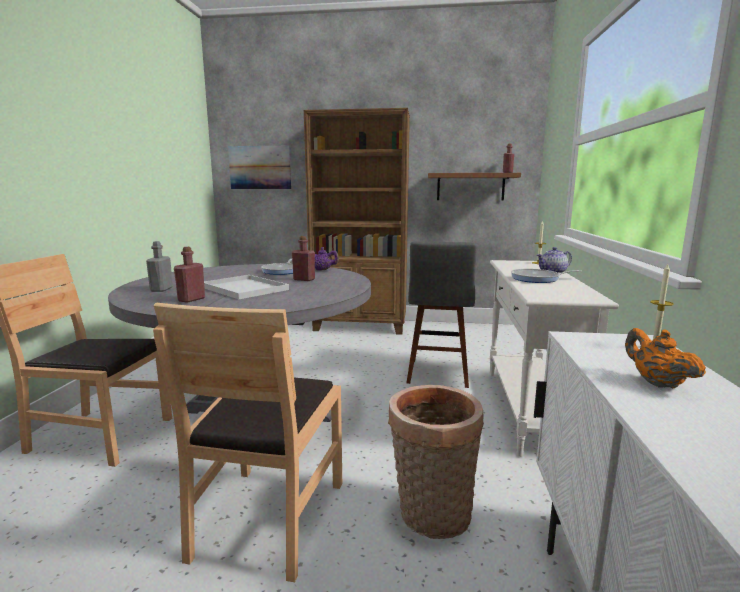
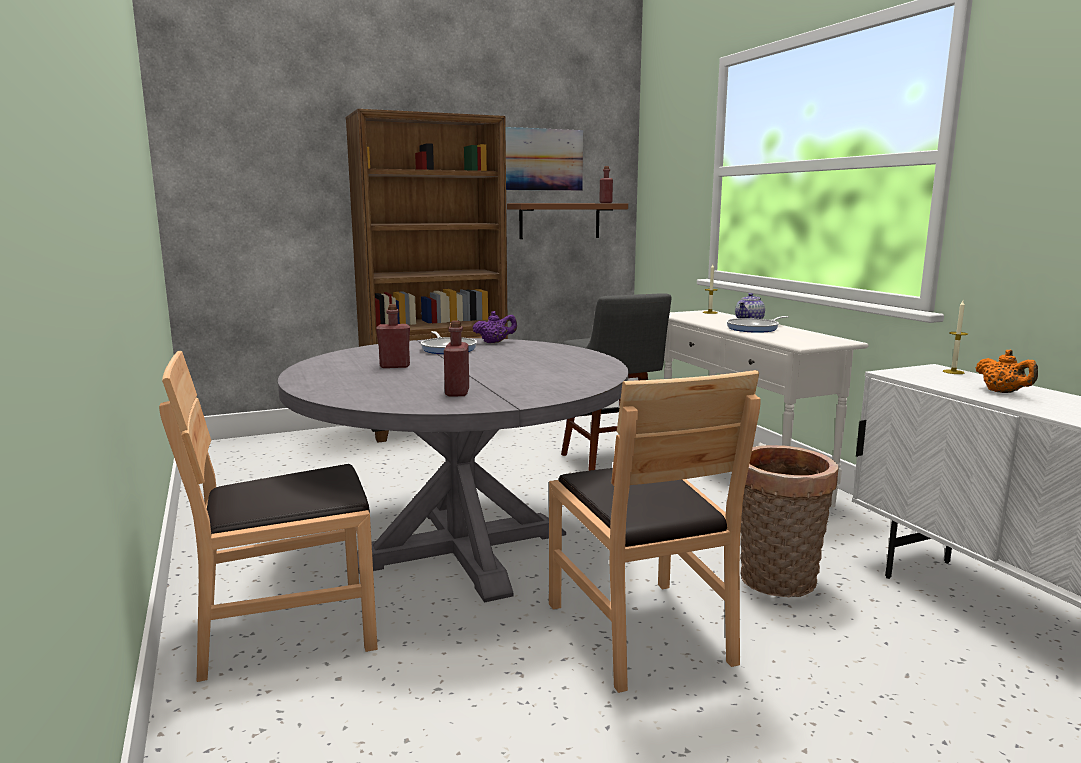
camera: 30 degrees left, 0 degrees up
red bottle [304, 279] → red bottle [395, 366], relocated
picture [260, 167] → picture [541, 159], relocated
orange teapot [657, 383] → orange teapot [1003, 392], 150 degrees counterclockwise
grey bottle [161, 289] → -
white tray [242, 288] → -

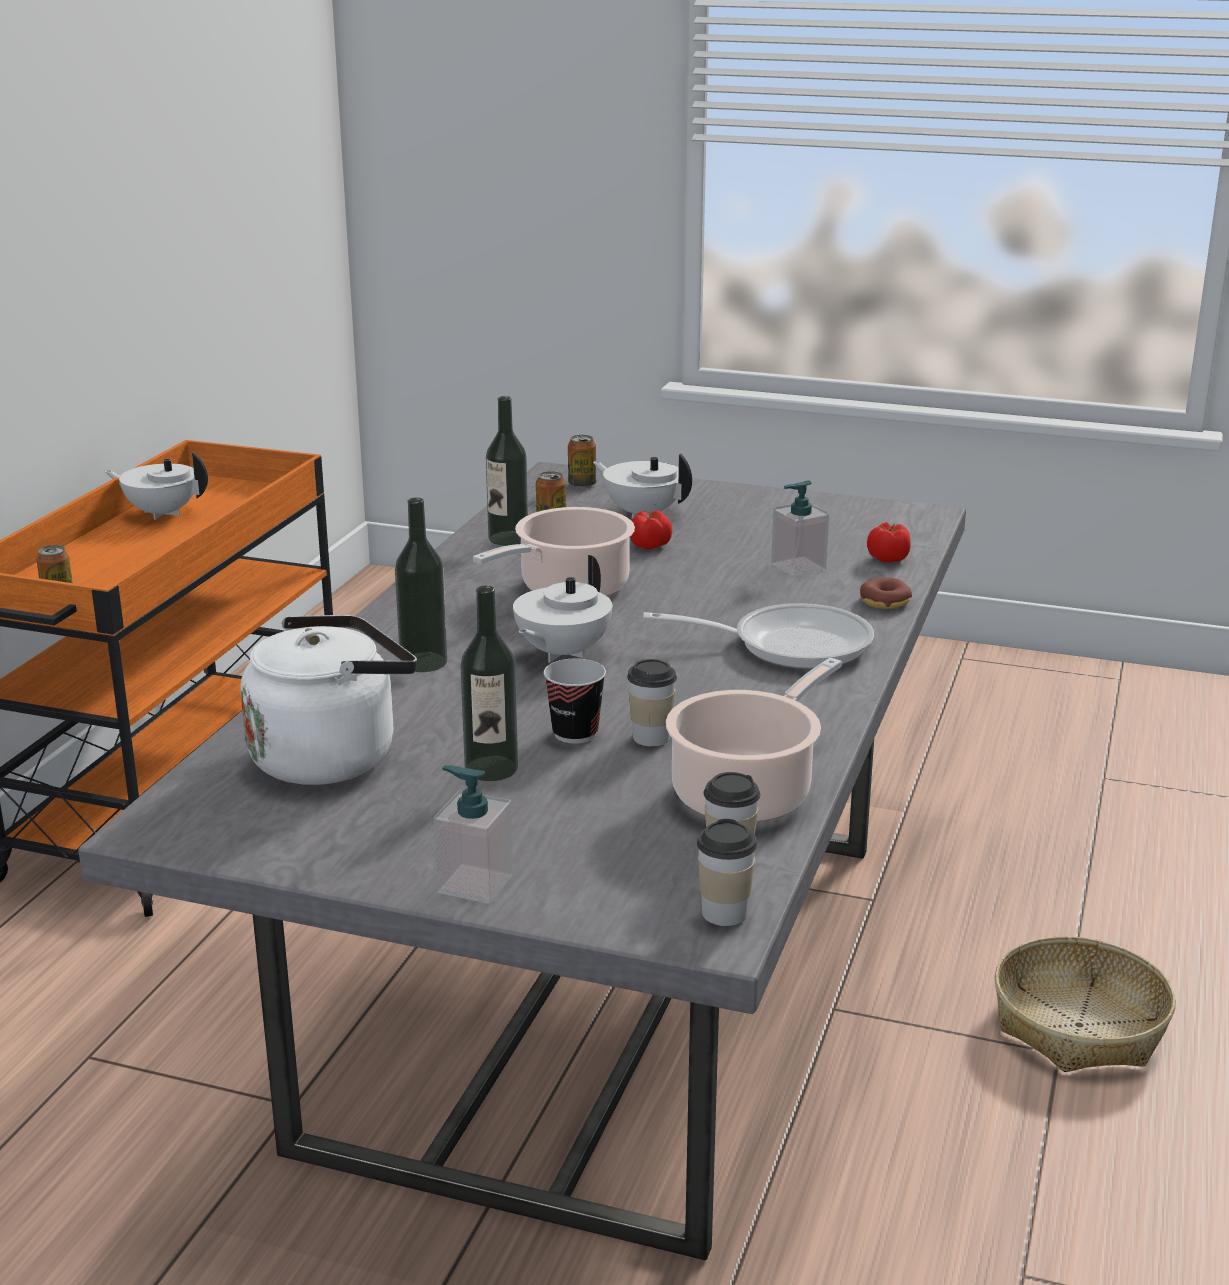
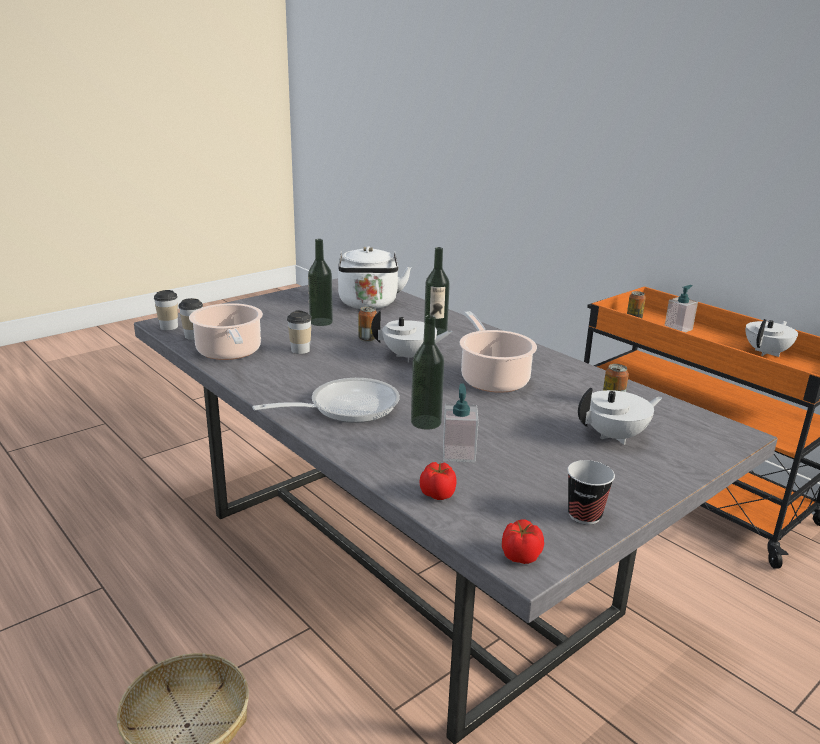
camera: 120 degrees right, 0 degrees up
frying pan [788, 645] → frying pan [346, 407], 150 degrees counterclockwise
can [582, 485] → can [367, 339], relocated
white teapot [561, 653] → white teapot [410, 357], 120 degrees clockwise
bottle [508, 538] → bottle [426, 422], relocated
tomato [651, 546] → tomato [520, 556], relocated
cup [575, 733] → cup [584, 515], relocated
soap dispenser [475, 884] → soap dispenser [678, 329], relocated
donut [885, 602] → -

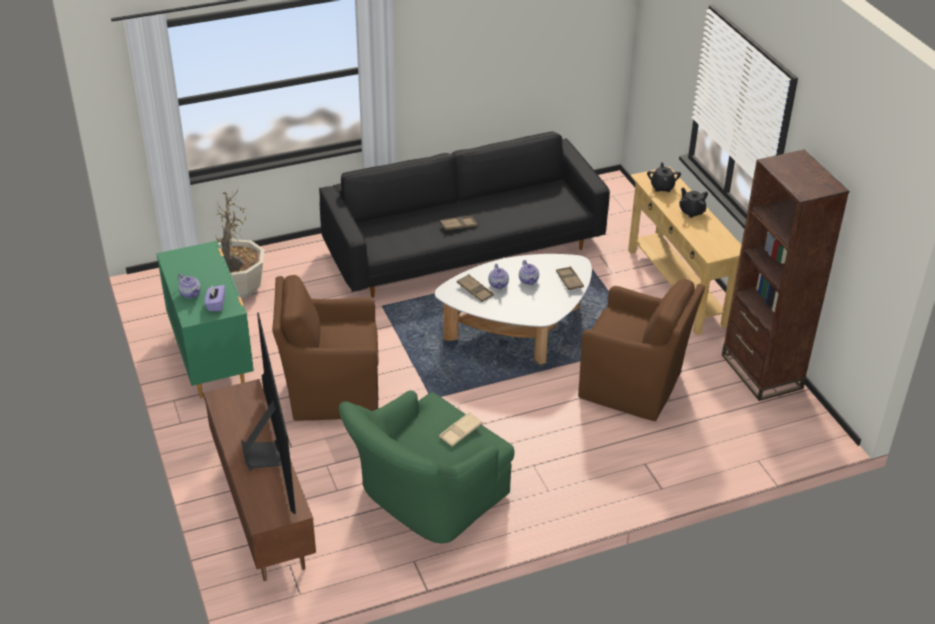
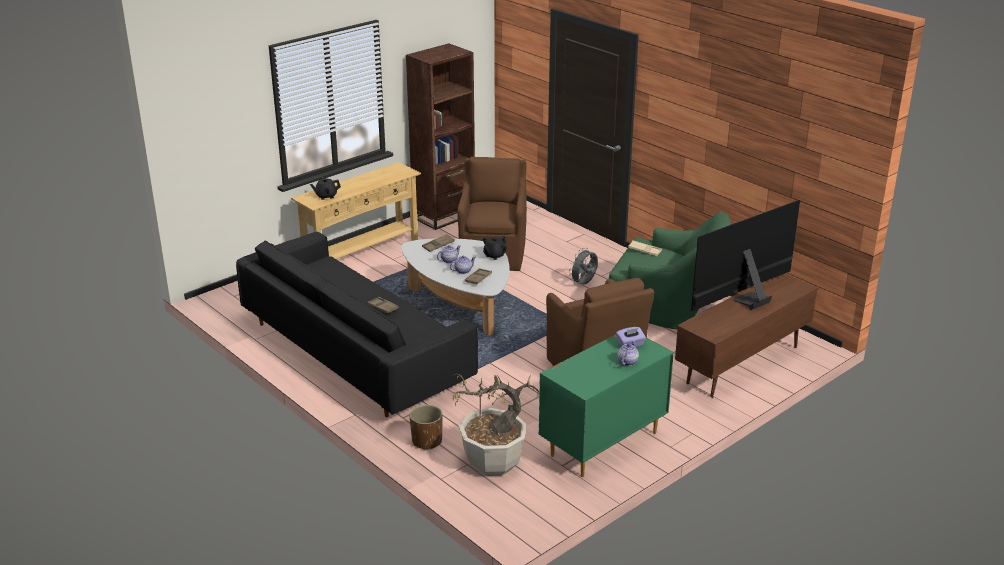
camera: 110 degrees left, 10 degrees down
- → brown planter [426, 441]
black teapot [691, 211] → black teapot [494, 255], relocated
- → grey fan [584, 284]

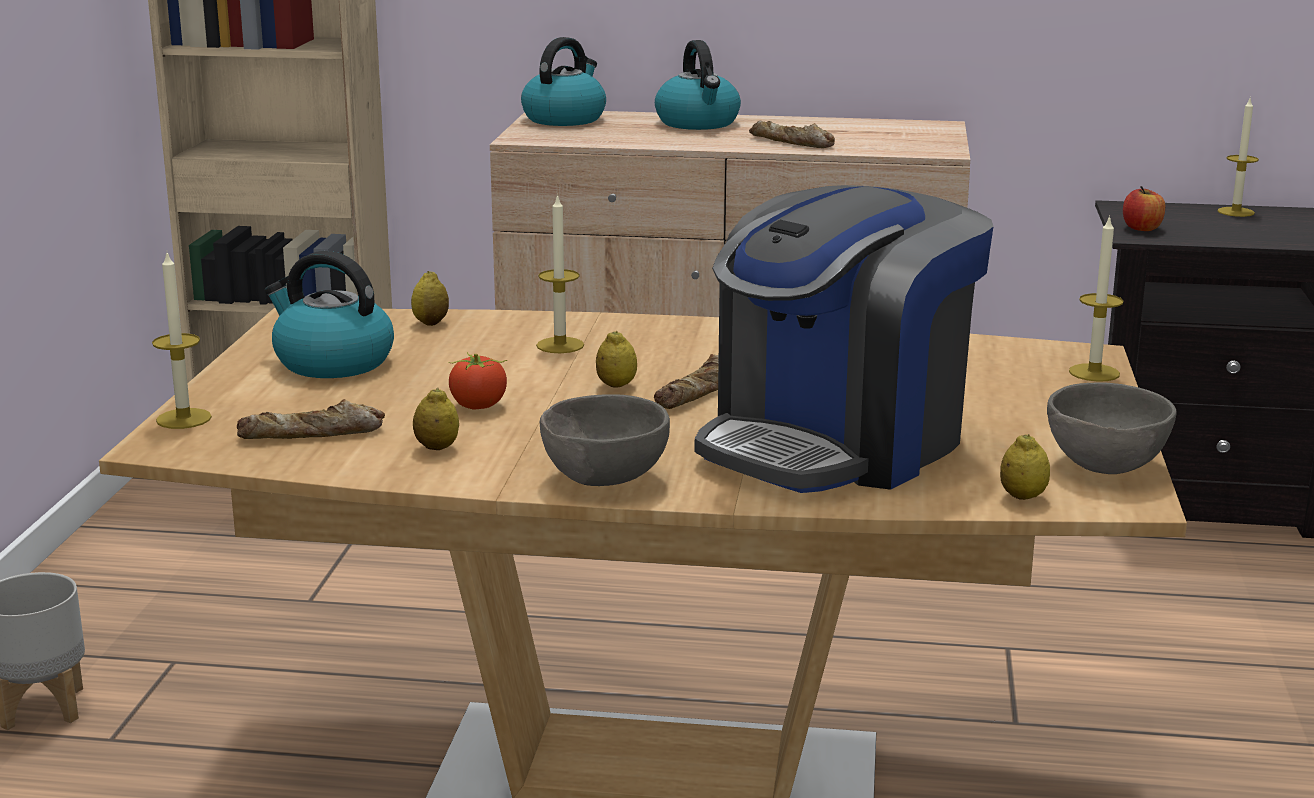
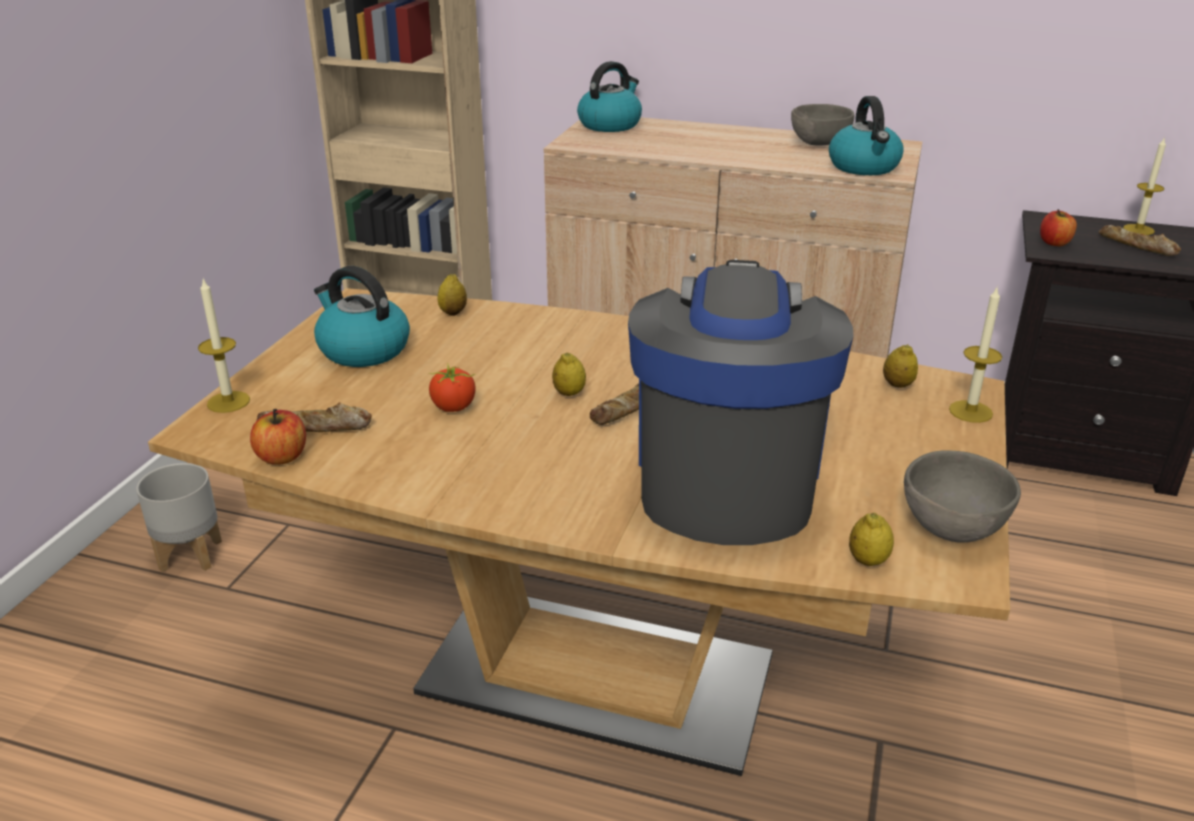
camera: 10 degrees right, 10 degrees up
- → apple [282, 457]
coffee machine [837, 443] → coffee machine [726, 477], 135 degrees clockwise
grey bowl [603, 478] → grey bowl [818, 143], relocated
kettle [698, 123] → kettle [864, 167], relocated
lemon [437, 448] → lemon [897, 385], relocated
bread [791, 142] → bread [1137, 246], relocated
candle [560, 345] → -

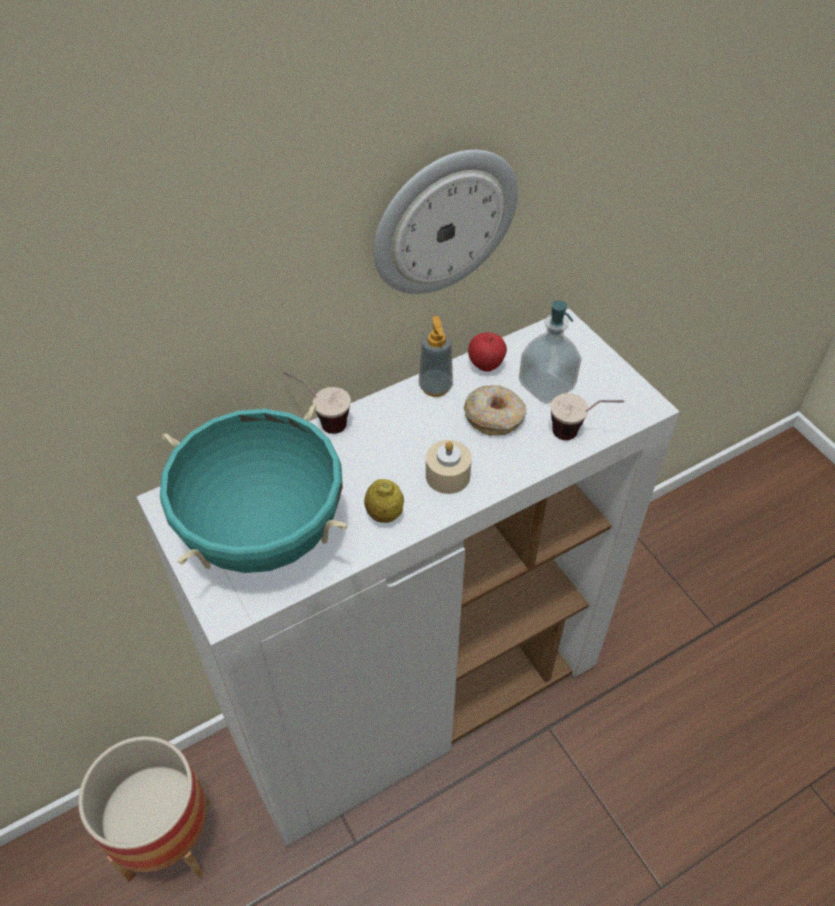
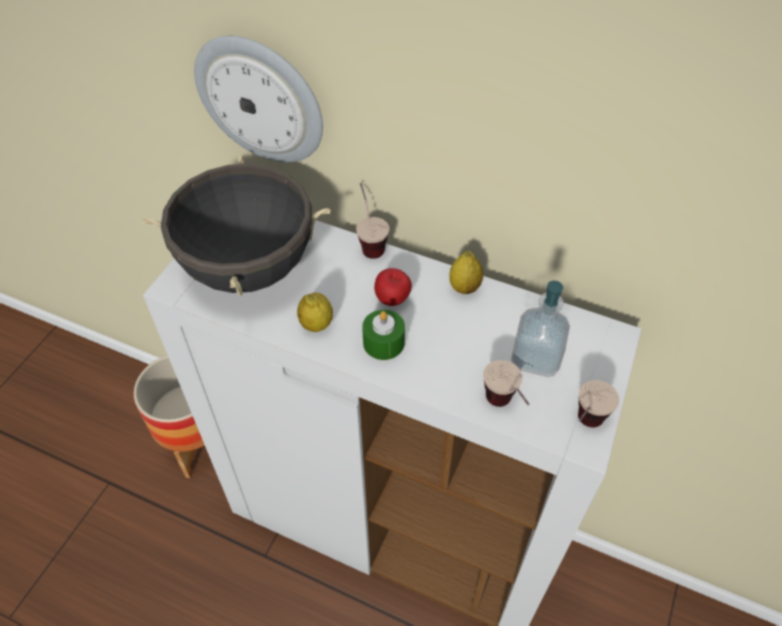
camera: 55 degrees right, 0 degrees up
turquoise cooking pot [263, 532] → black cooking pot [249, 268]
wall clock [443, 221] → wall clock [260, 100], relocated
beige candle [447, 475] → green candle [383, 342]
apple [486, 365] → apple [393, 300], relocated
soap dispenser [435, 386] → lemon [464, 287]
- → cup [583, 428]
donut [494, 417] → -

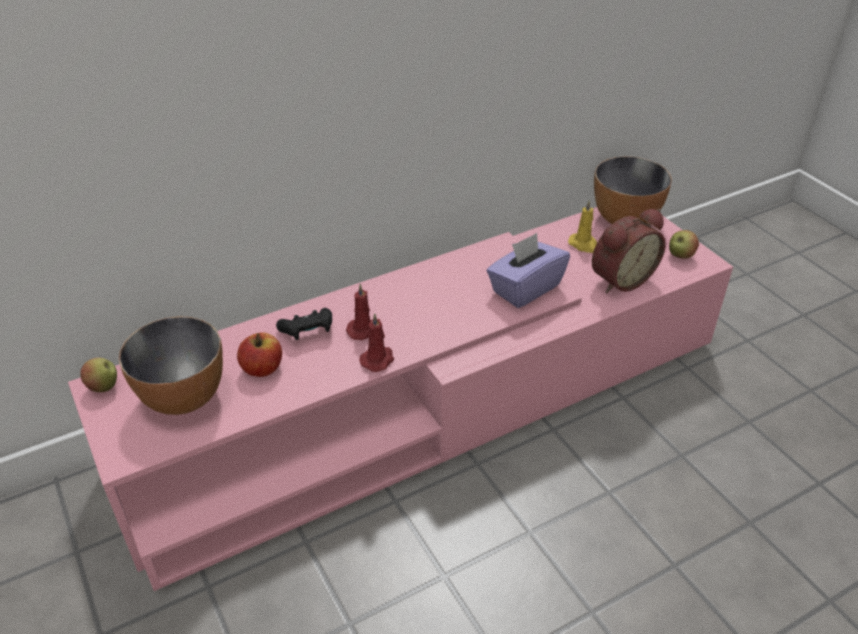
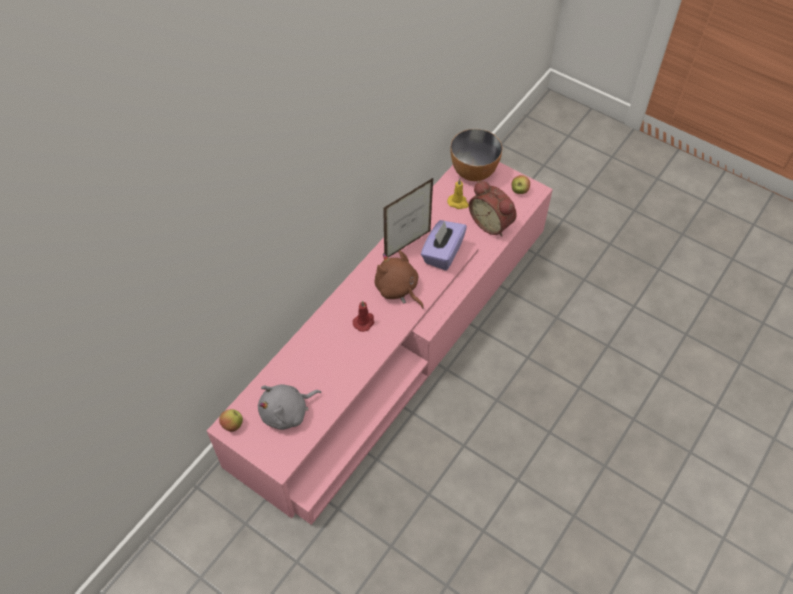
camera: 25 degrees left, 15 degrees up
bowl [183, 398] → grey plush toy [287, 412]
- → brown plush toy [398, 289]
- → picture frame [407, 245]
alarm clock [620, 278] → alarm clock [492, 223], 105 degrees clockwise
apple [262, 368] → -
black game controller [308, 332] → -
red candle [378, 359] → -

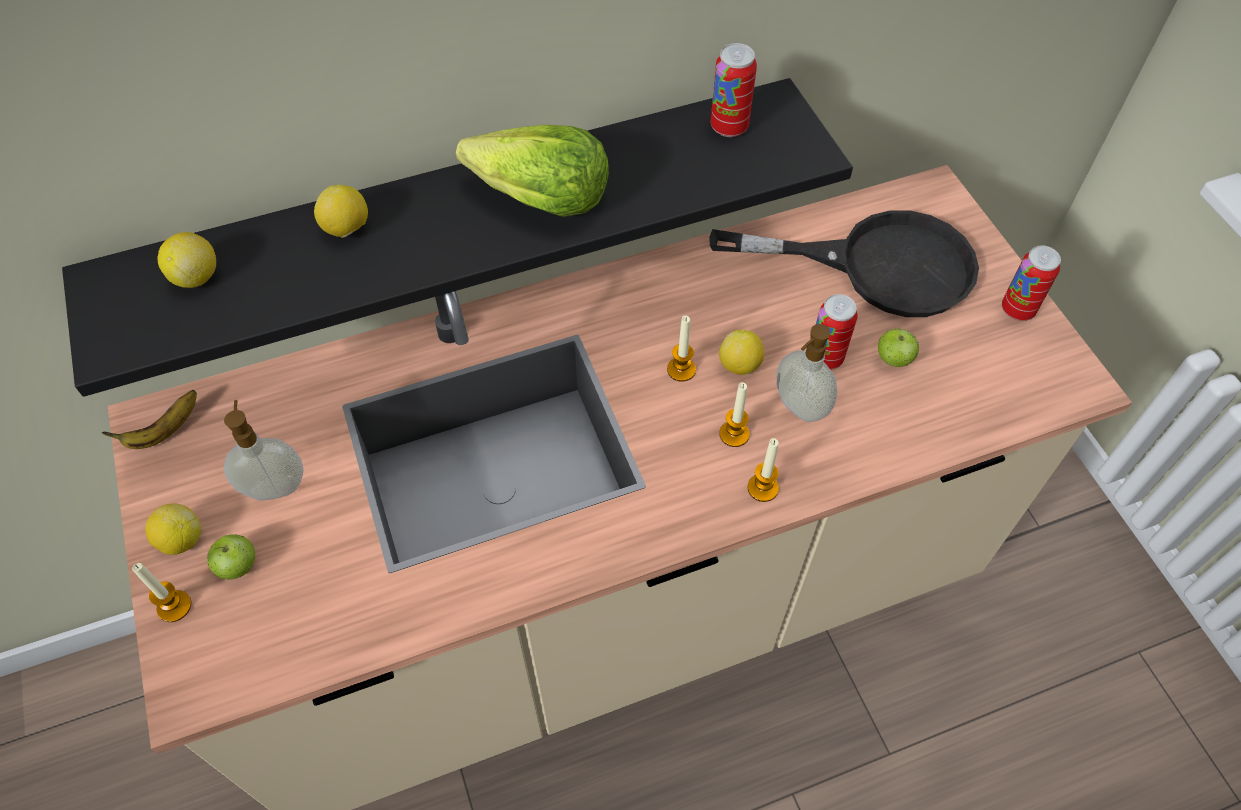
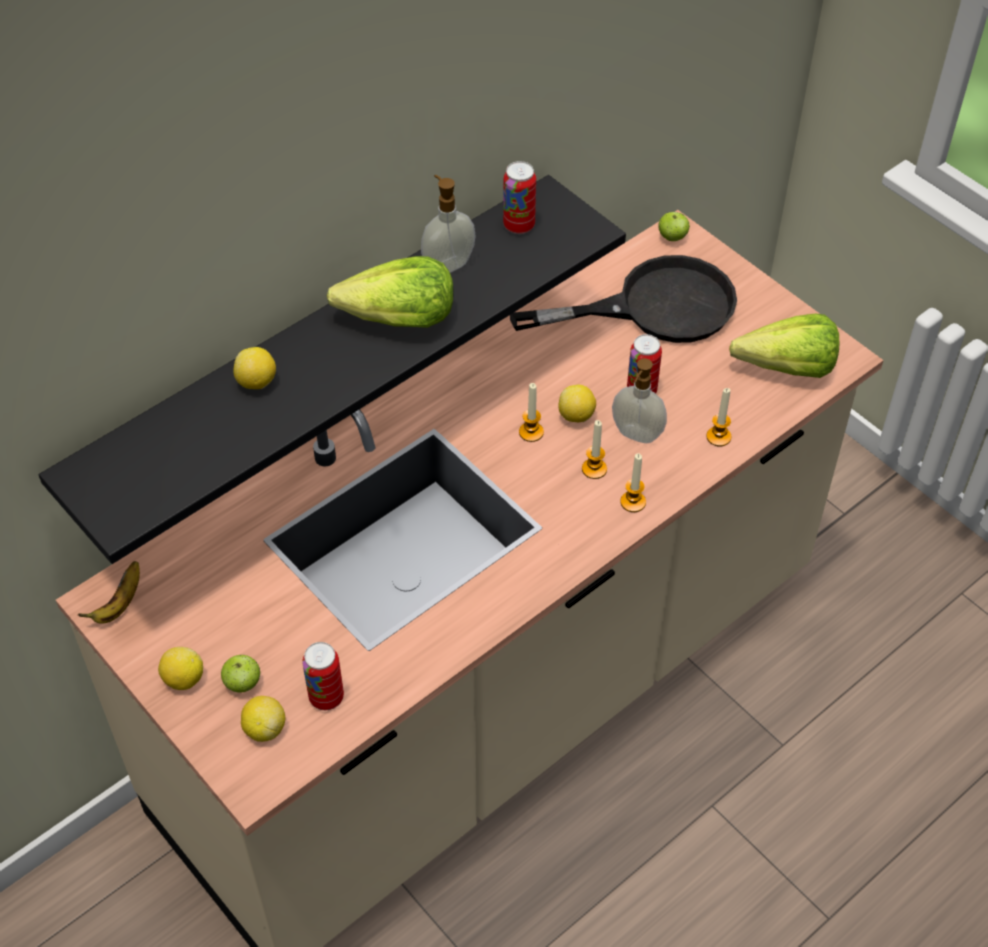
camera: 20 degrees left, 5 degrees down
lemon [196, 276] → lemon [264, 729], relocated
can [1017, 310] → can [326, 697], relocated
soap dispenser [275, 486] → soap dispenser [447, 264], relocated
apple [893, 359] → apple [672, 237], relocated
candle [174, 606] → candle [718, 437], relocated
- → lettuce [778, 367]

